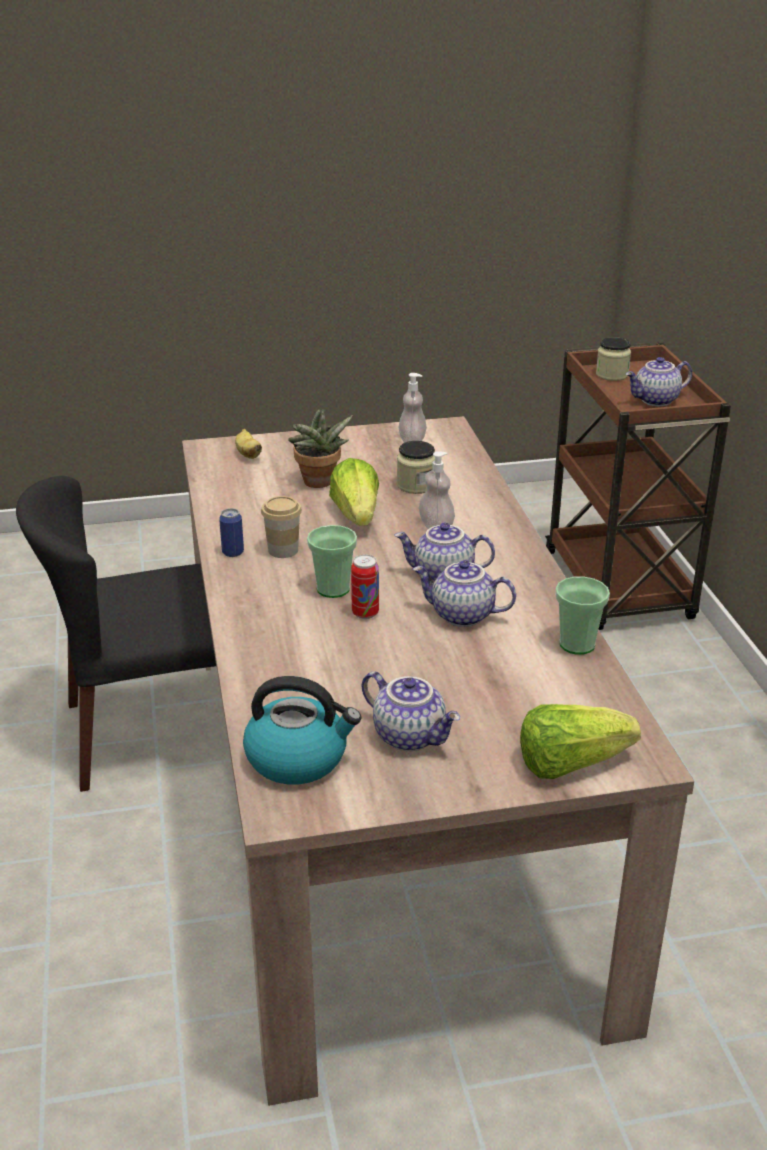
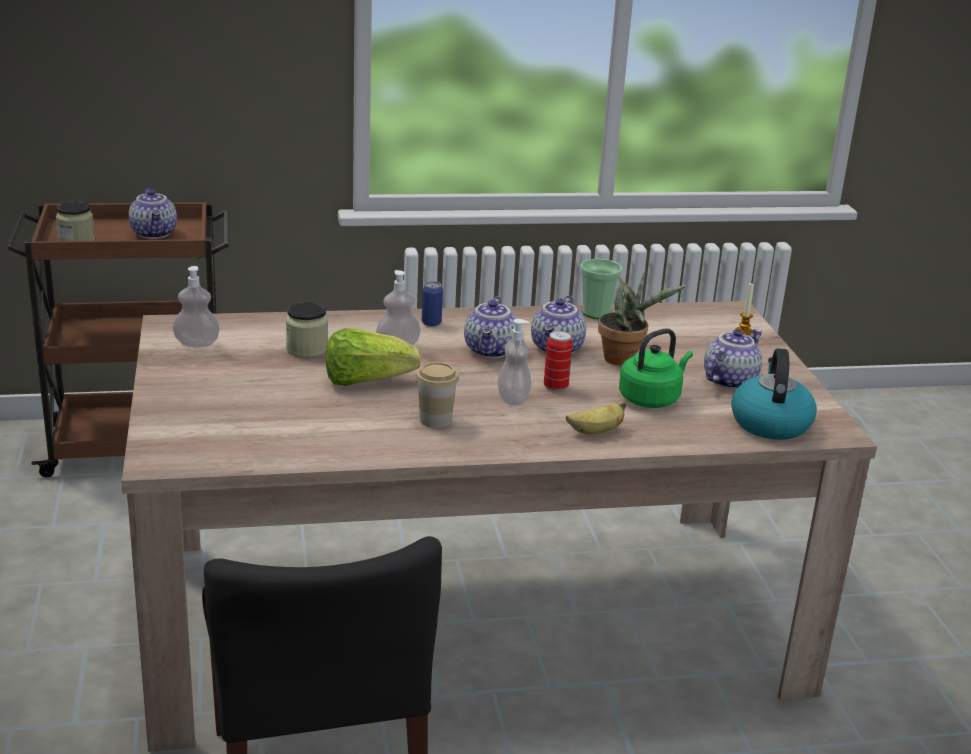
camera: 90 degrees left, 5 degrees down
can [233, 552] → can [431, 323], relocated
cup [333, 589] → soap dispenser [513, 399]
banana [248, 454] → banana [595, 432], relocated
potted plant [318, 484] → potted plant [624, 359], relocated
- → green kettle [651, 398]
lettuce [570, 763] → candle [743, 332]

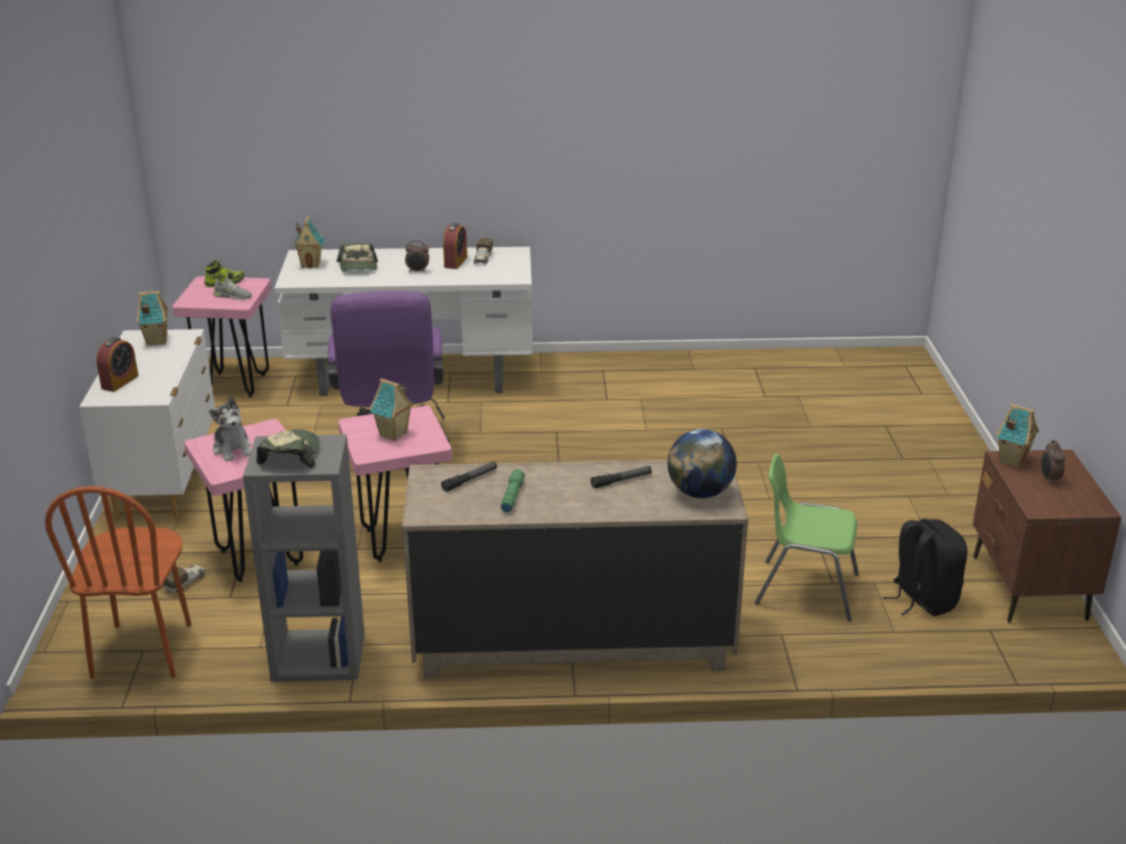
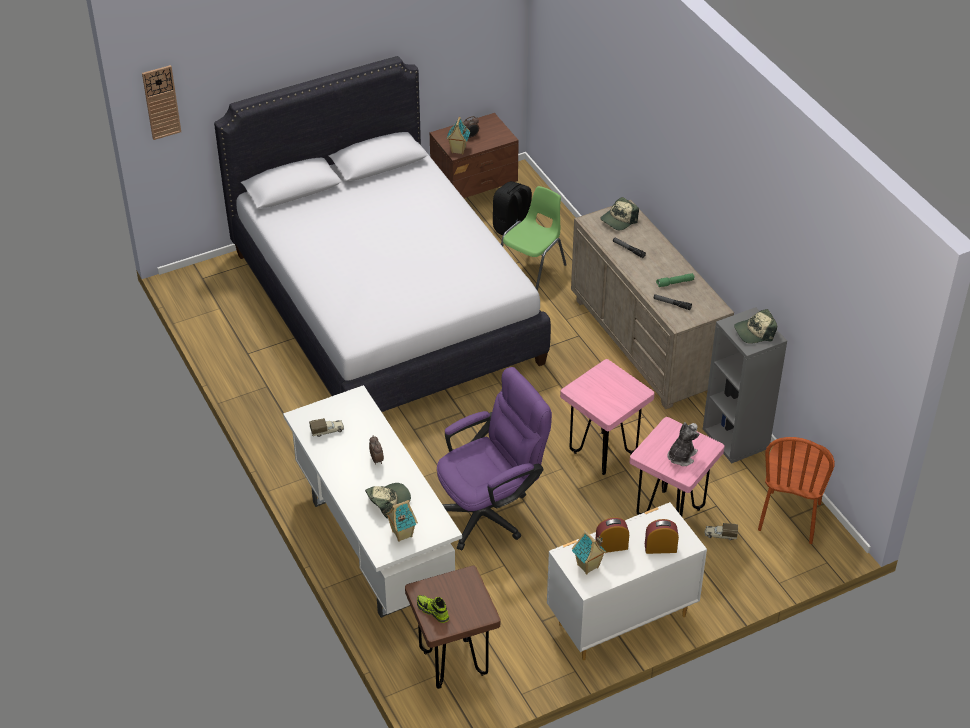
camera: 115 degrees left, 15 degrees up
- → wall clock [161, 102]
- → white bed [385, 307]
pink stool [234, 385] → brown stool [453, 664]
green chair [805, 589] → green chair [532, 270], 135 degrees counterclockwise
alarm clock [455, 262] → alarm clock [611, 546], relocated
globe [700, 493] → cap [619, 220]
brown chair [143, 651] → brown chair [790, 517], 135 degrees clockwise
grey shoe [232, 296] → -
toy house [393, 435] → -

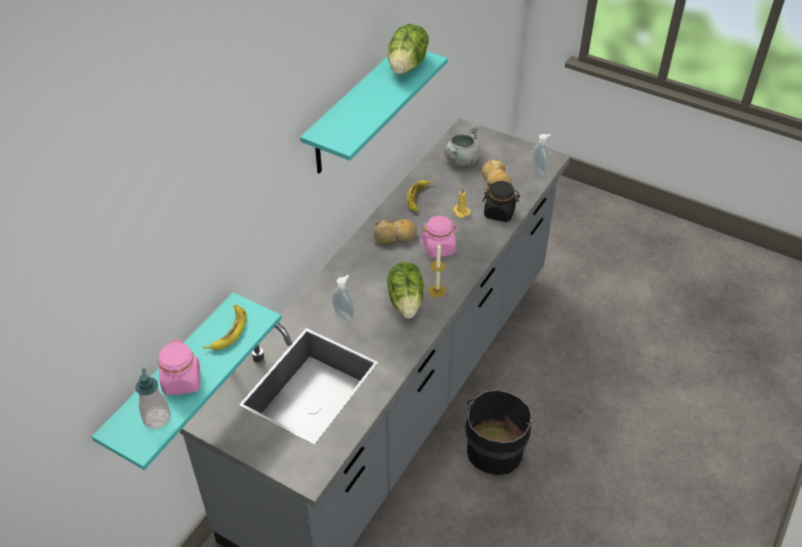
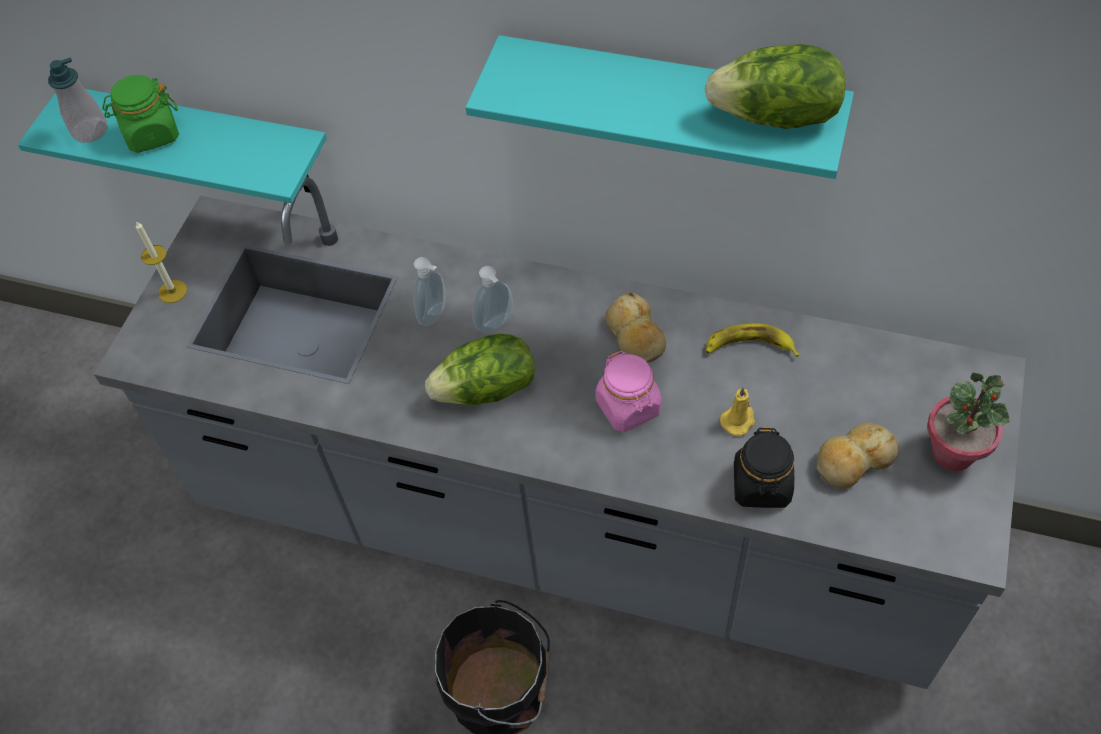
camera: 80 degrees right, 10 degrees up
pink jar [182, 381] → green jar [152, 134]
candle [437, 290] → candle [172, 291], relocated
soap dispenser [539, 171] → soap dispenser [496, 325], relocated
- → potted plant [953, 452]
banana [228, 330] → -
grey cooking pot [461, 160] → -

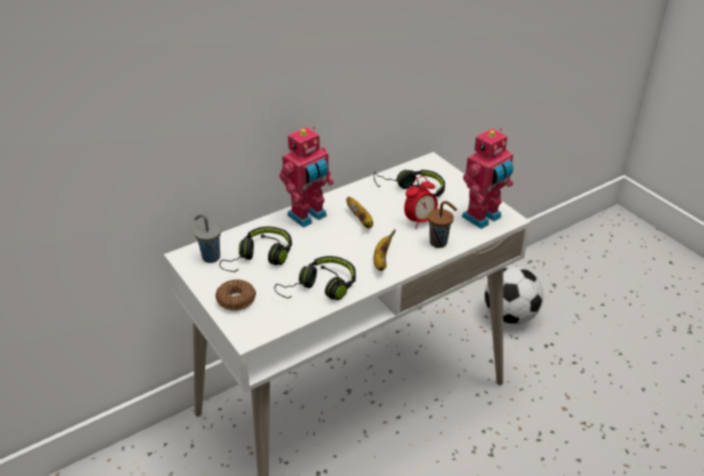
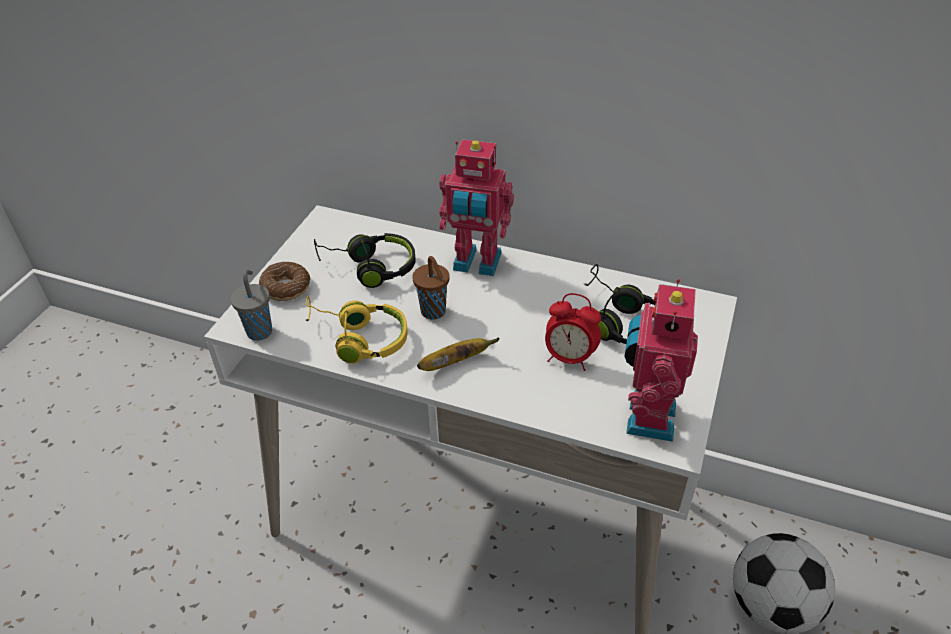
camera: 55 degrees right, 5 degrees up
grey cup [210, 257] → grey cup [260, 330], relocated
black headphones [320, 288] → yellow headphones [357, 338]
brown cup [439, 243] → brown cup [434, 312], relocated
toy robot [483, 218] → toy robot [646, 417], 90 degrees clockwise
banana [361, 221] → -

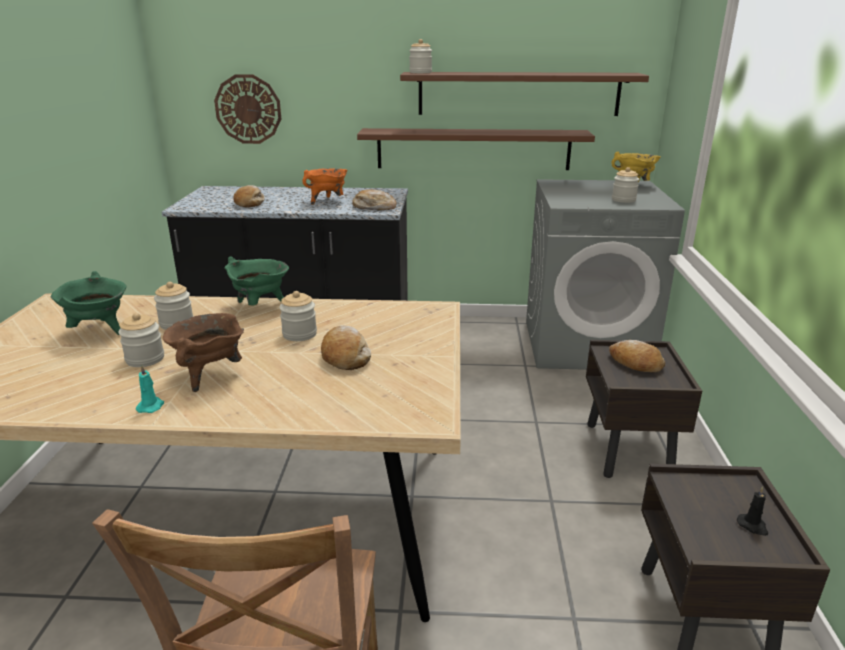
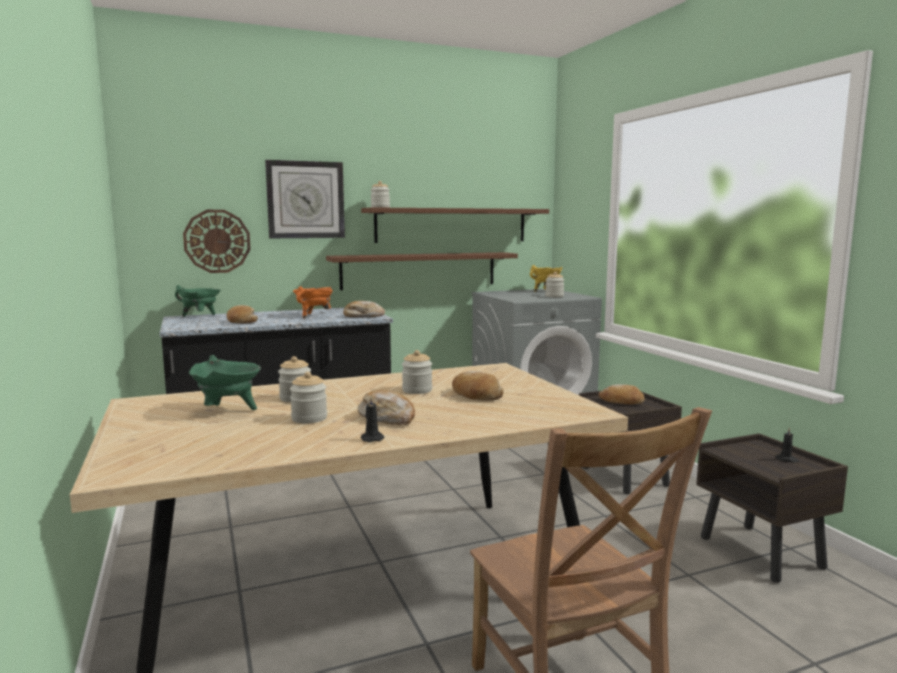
camera: 25 degrees left, 15 degrees down
green cooking pot [260, 306] → green cooking pot [200, 316], relocated
- → wall clock [305, 200]
brown cooking pot [210, 375] → bread [387, 418]
turquoise candle [151, 406] → black candle [371, 438]

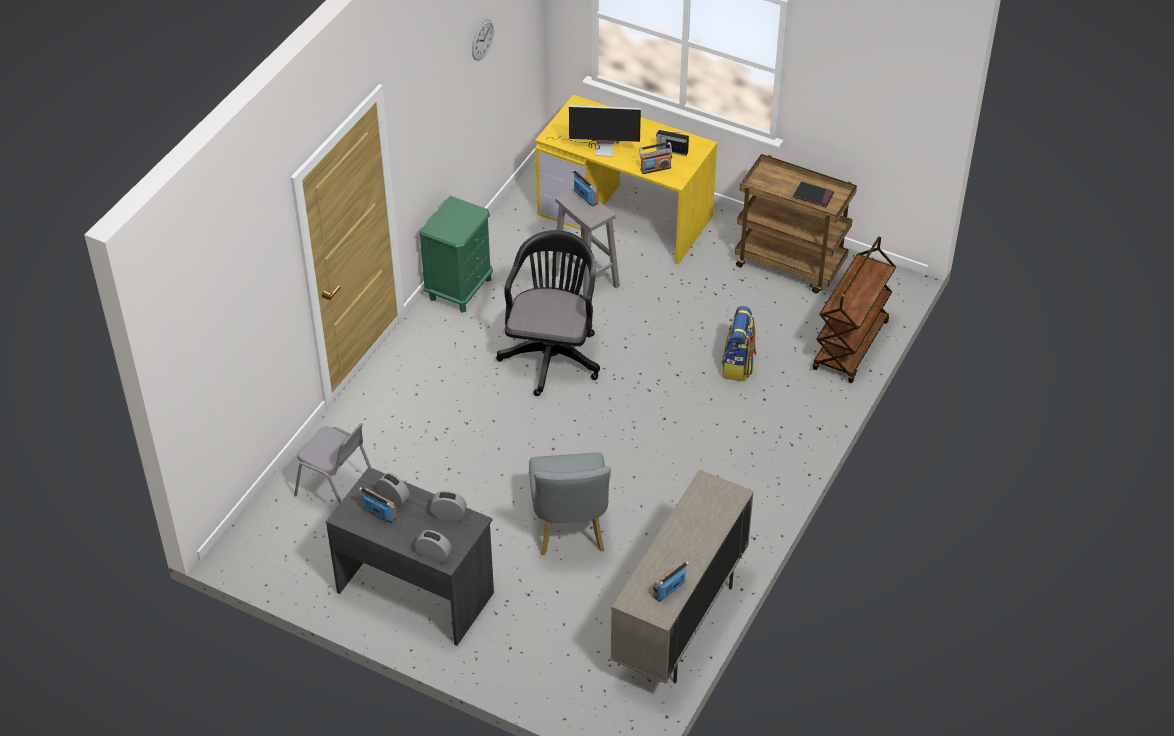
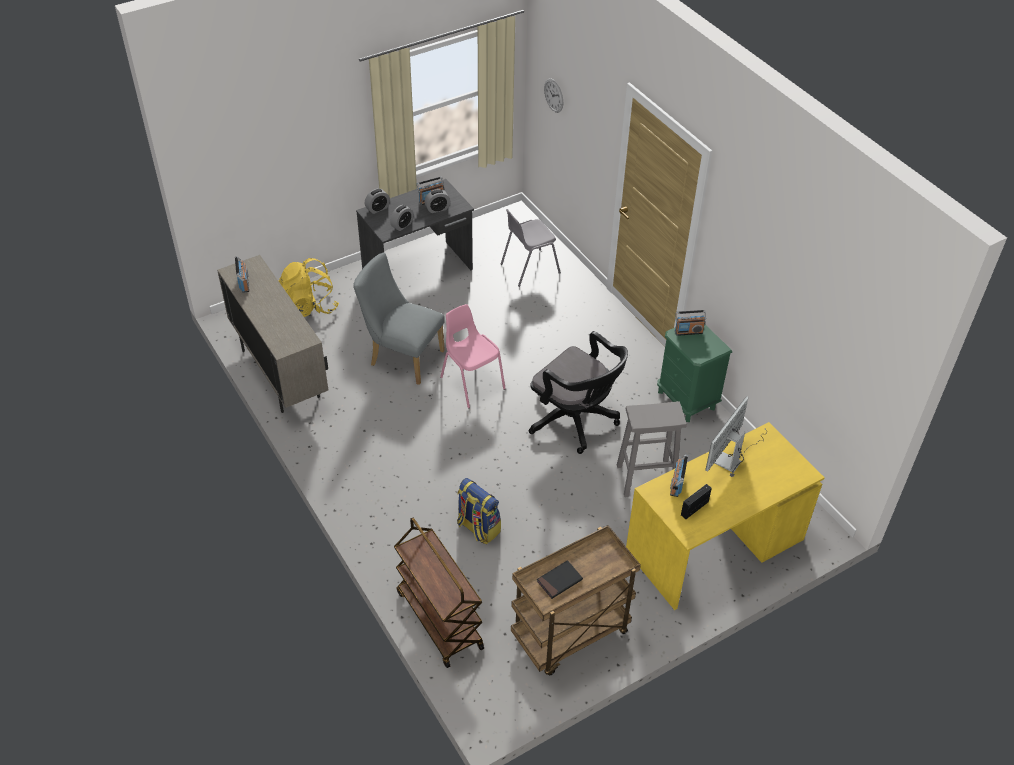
camera: 120 degrees right, 0 degrees up
- → yellow backpack [309, 307]
- → pink chair [472, 382]
wall clock [482, 39] → wall clock [553, 95], relocated
radio [585, 197] → radio [688, 332], relocated

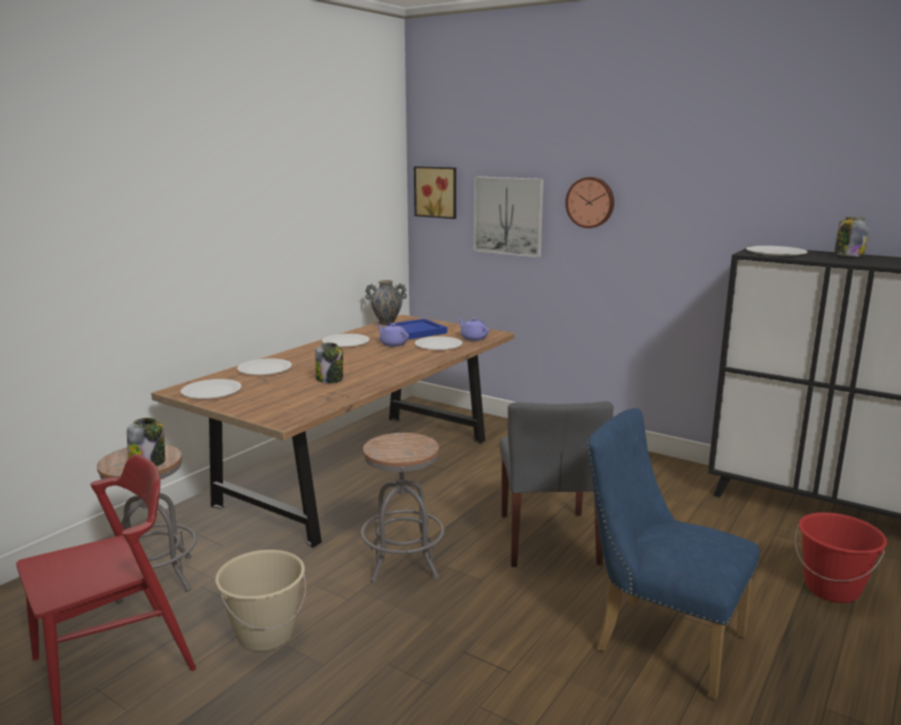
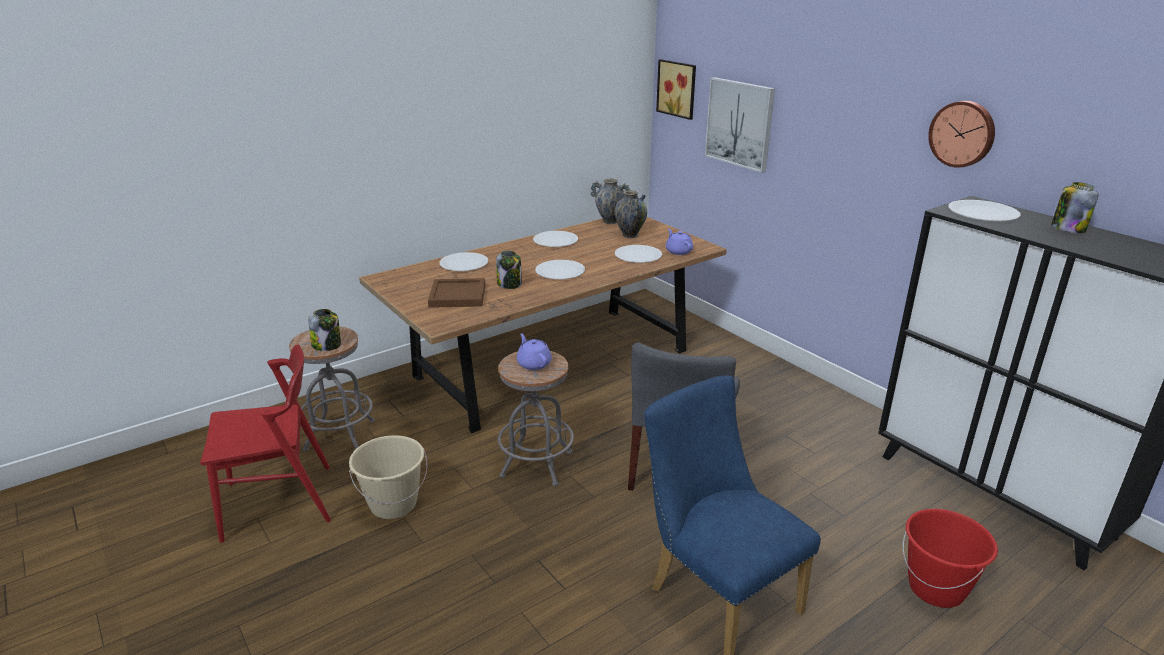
camera: 20 degrees right, 10 degrees up
- → brown tray [457, 295]
purple teapot [393, 344] → purple teapot [533, 363], relocated
white plate [211, 391] → white plate [560, 271], relocated
blue tray [416, 331] → vase [630, 235]
wall clock [590, 202] → wall clock [963, 133], relocated

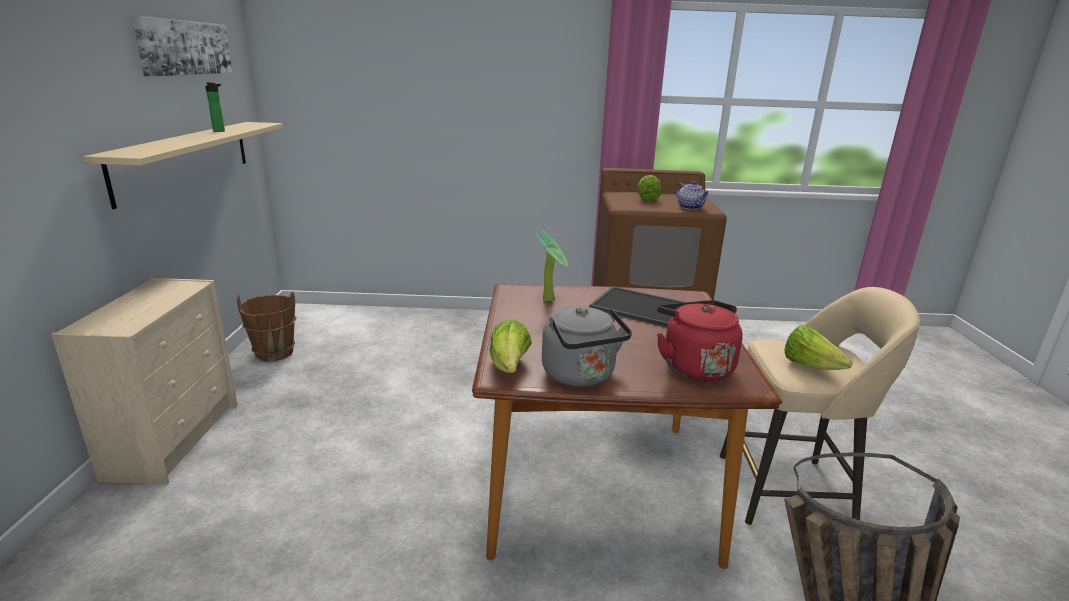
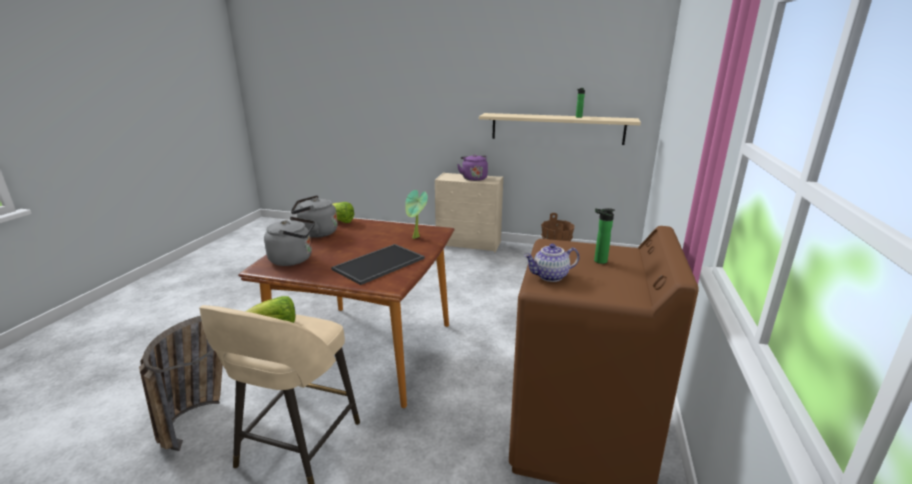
camera: 105 degrees right, 0 degrees up
red kettle [694, 366] → grey kettle [294, 259]
- → purple kettle [473, 178]
lettuce [646, 198] → bottle [598, 261]
picture [185, 47] → -

